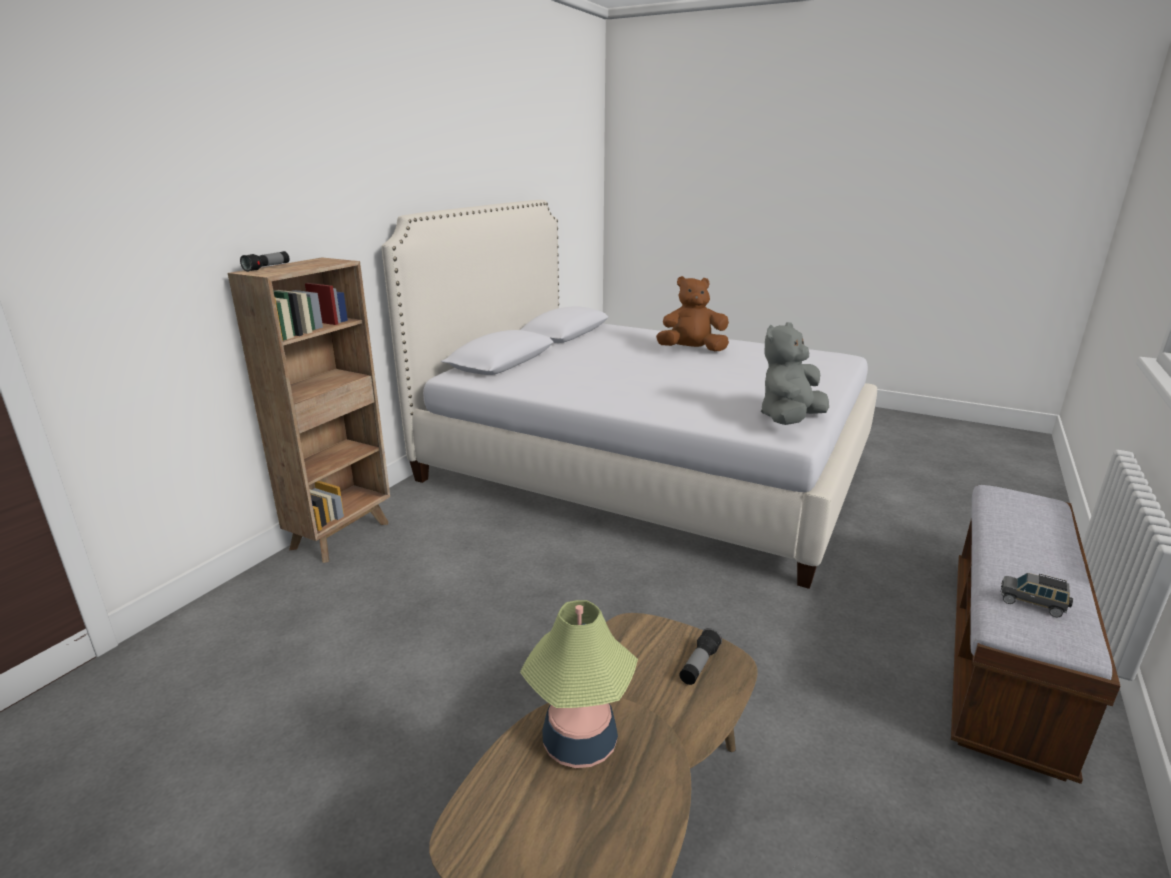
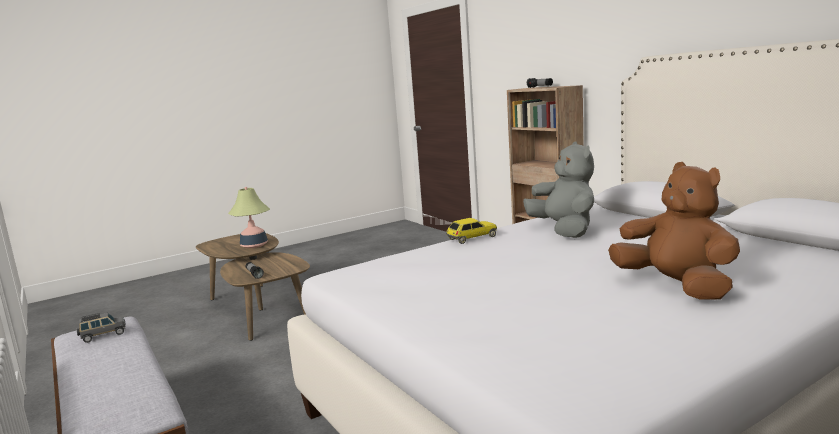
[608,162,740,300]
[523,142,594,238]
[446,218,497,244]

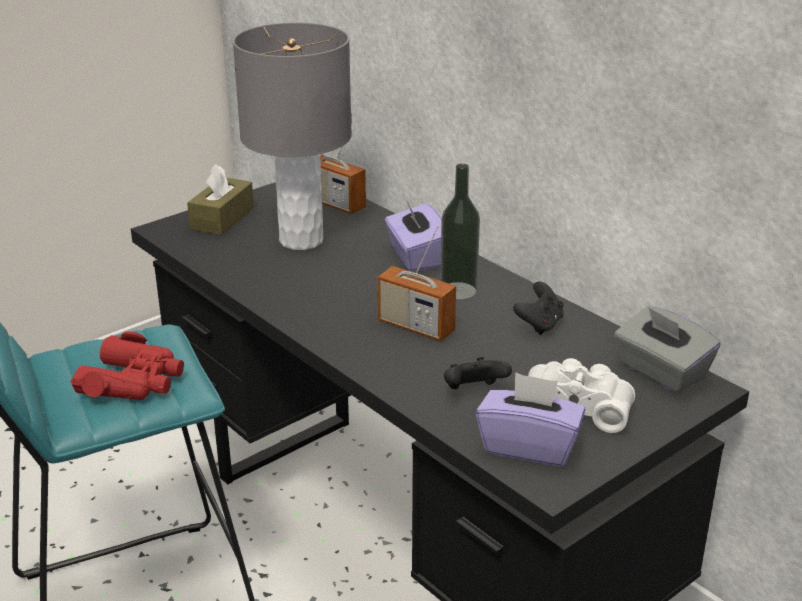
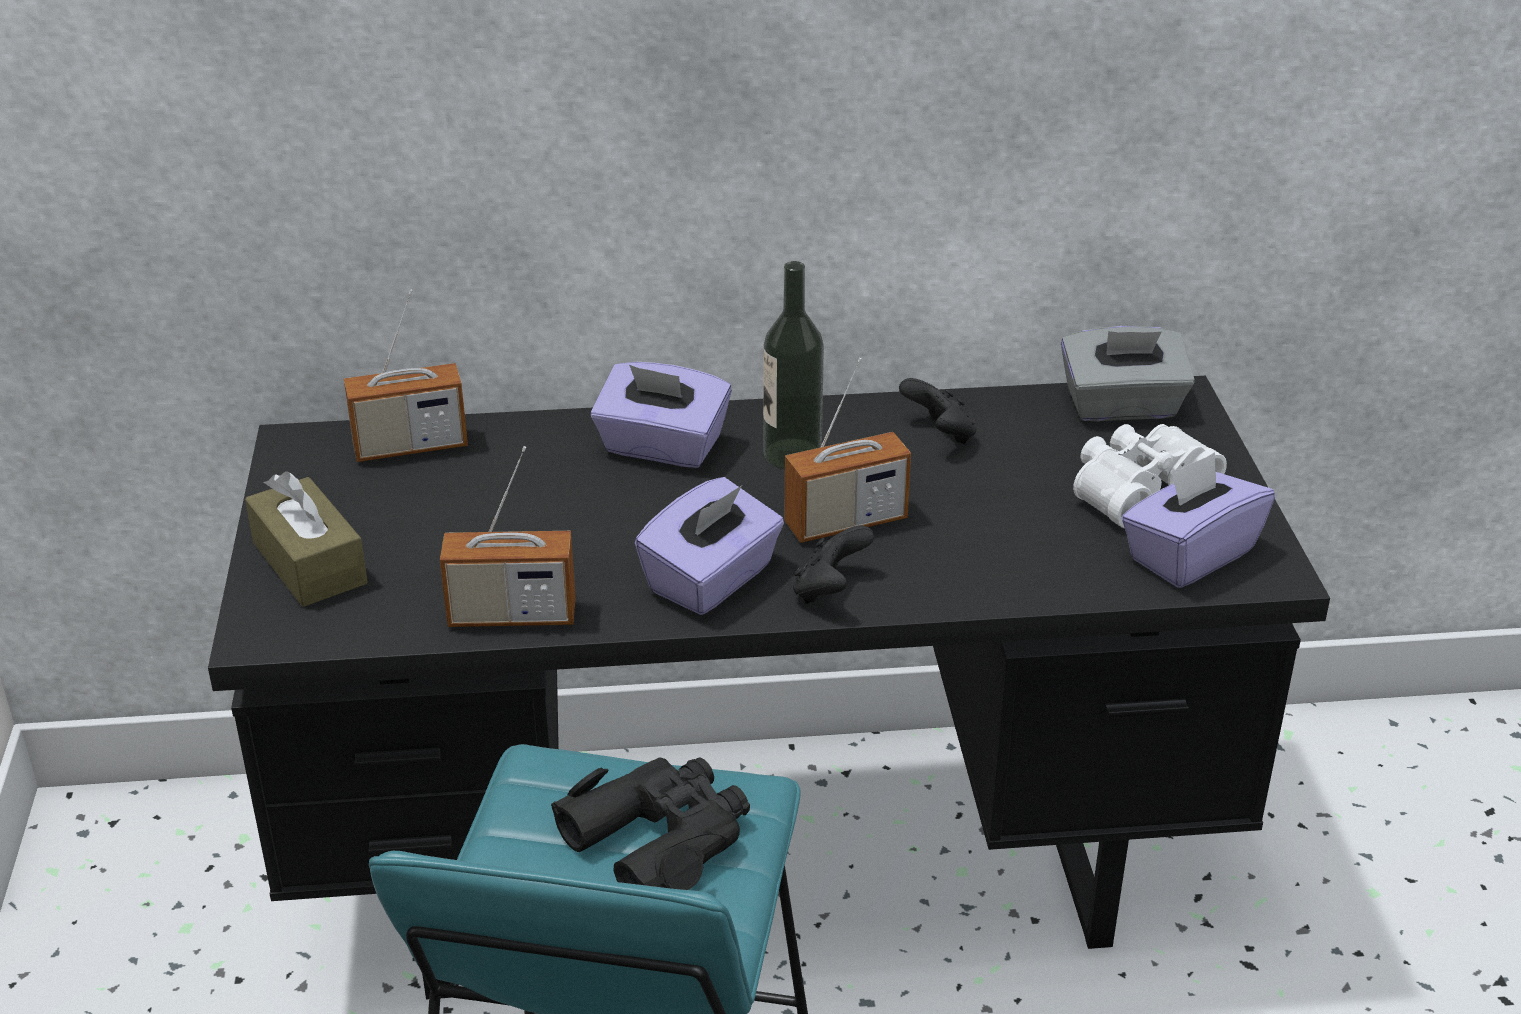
[551,757,750,890]
[233,22,352,250] (first image)
[793,526,874,604]
[440,446,576,627]
[635,477,784,615]

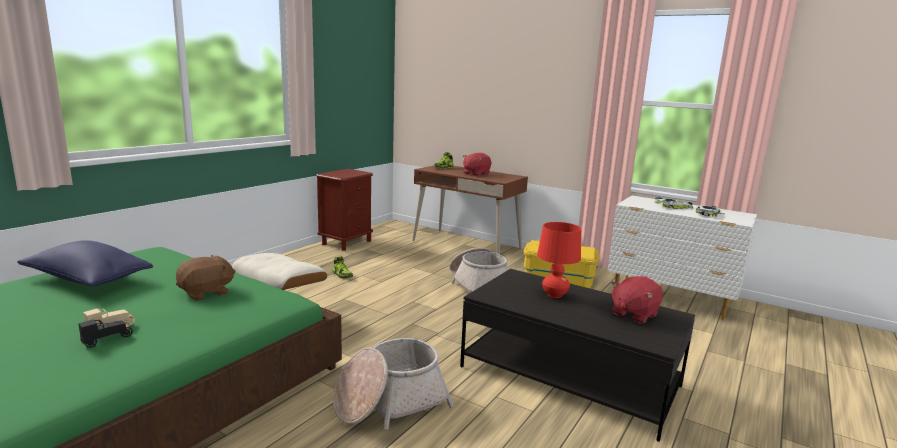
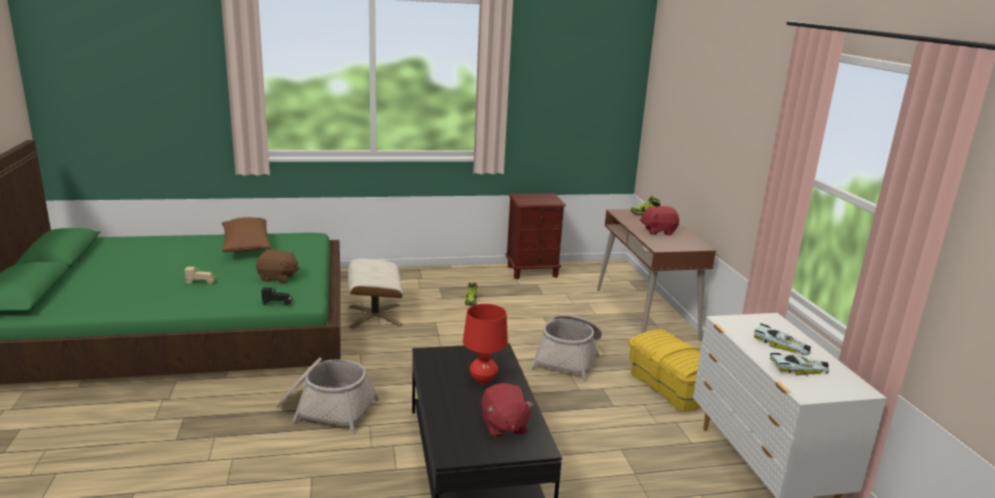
[222,217,271,252]
[261,287,293,306]
[482,383,534,438]

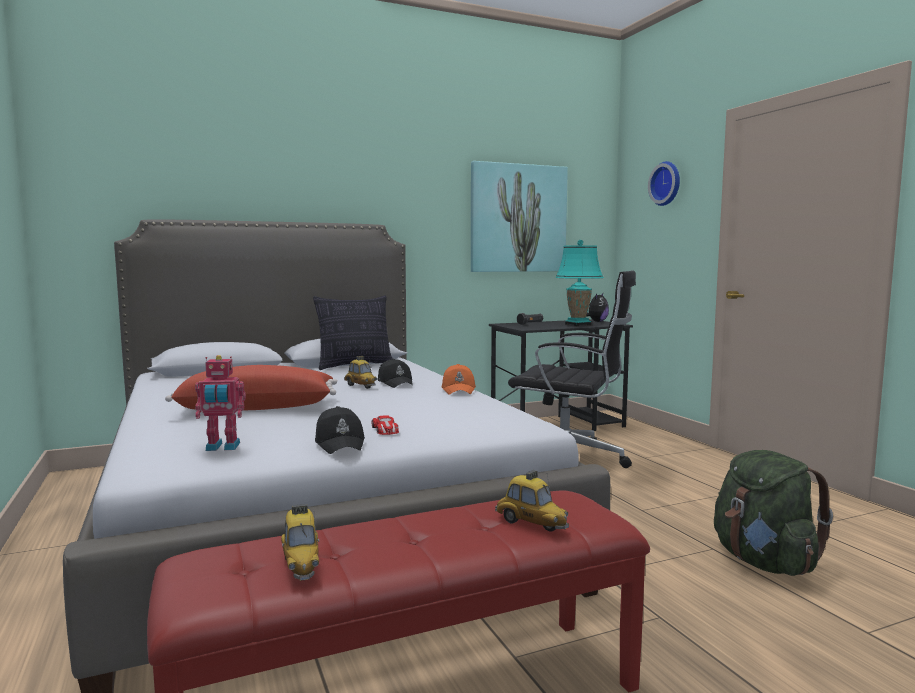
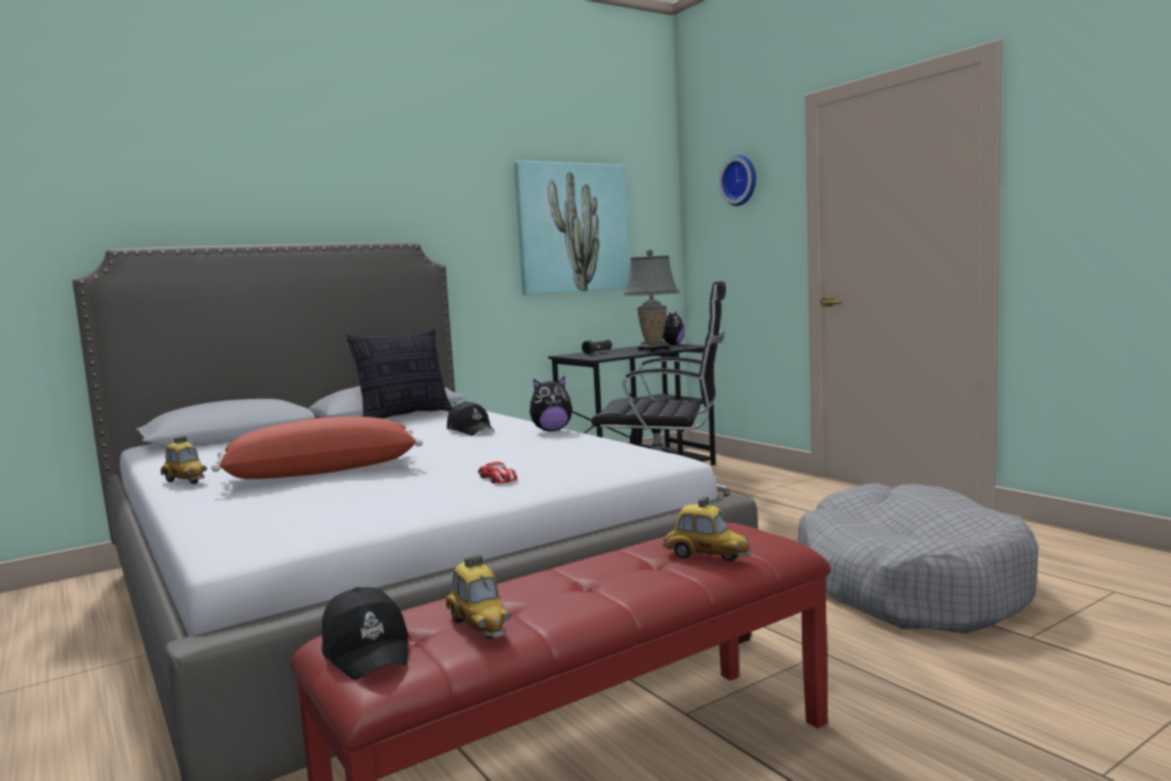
[195,355,246,451] (first image)
[321,587,409,680]
[160,436,207,484]
[530,376,573,431]
[623,250,679,351]
[799,483,1038,634]

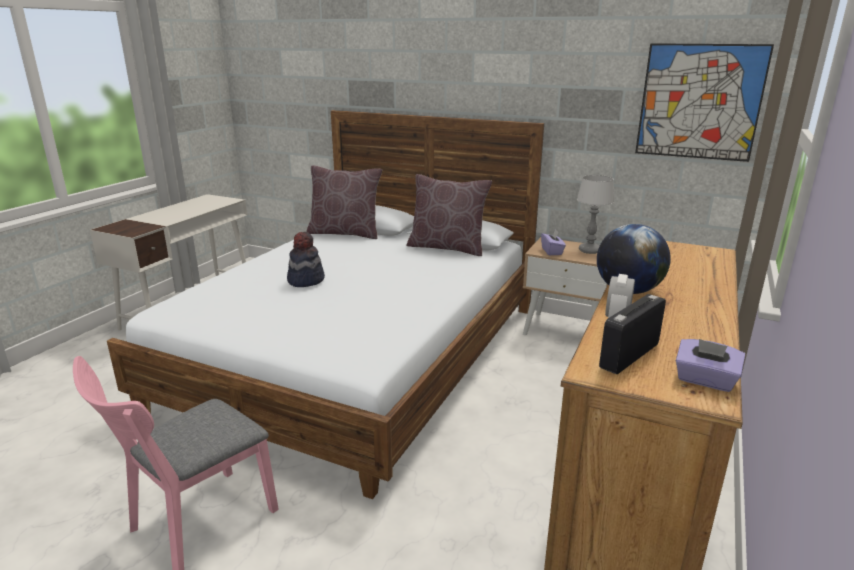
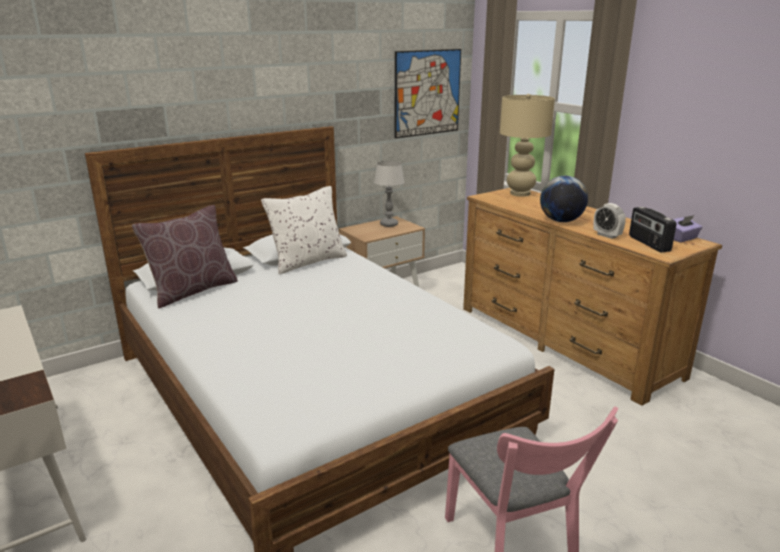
[287,232,325,287] (first image)
[261,186,347,274]
[541,230,566,255] (first image)
[500,94,555,197]

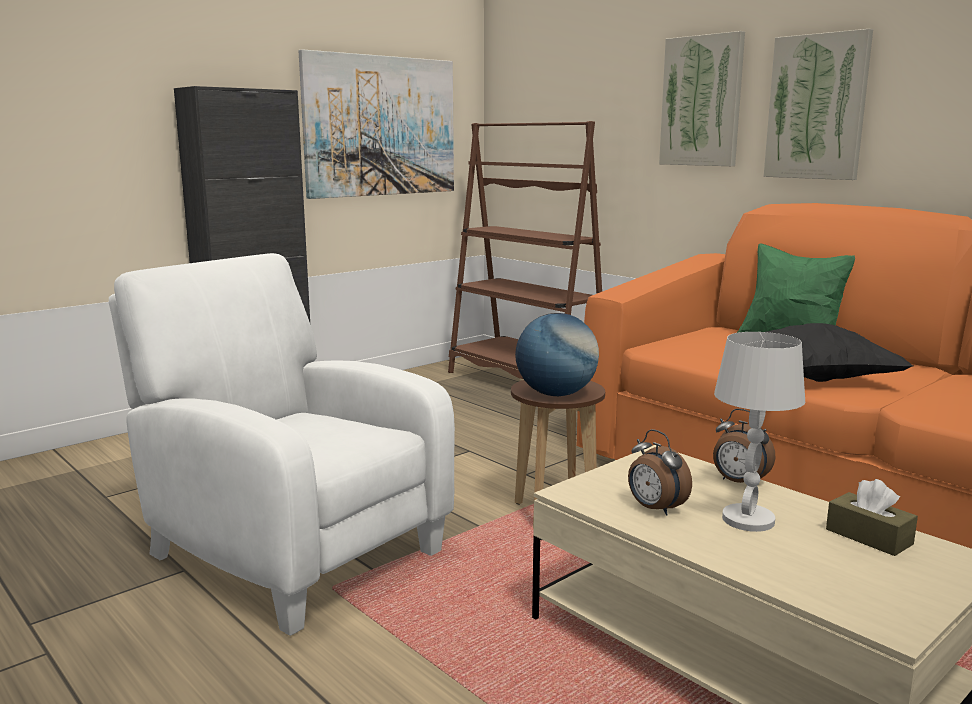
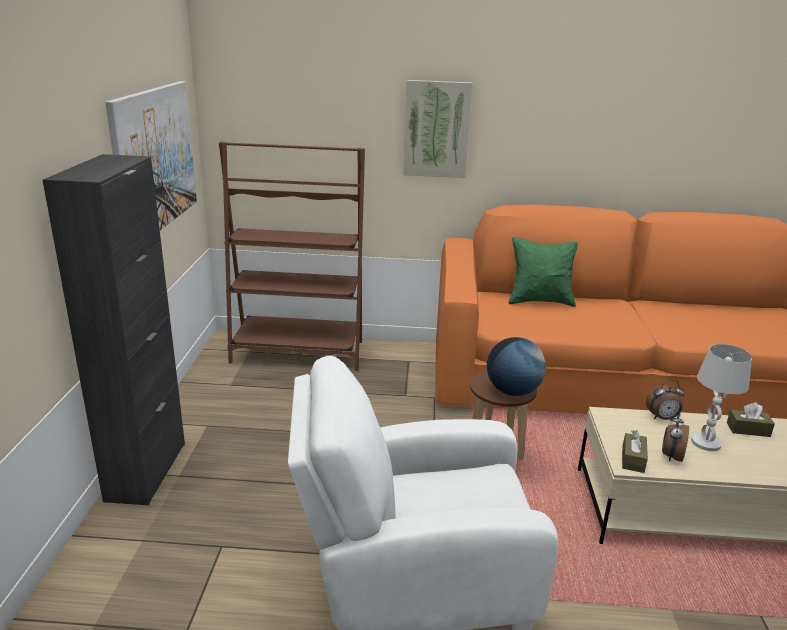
[662,413,689,462]
[764,29,873,180] (first image)
[767,323,913,382] (first image)
[622,430,648,473]

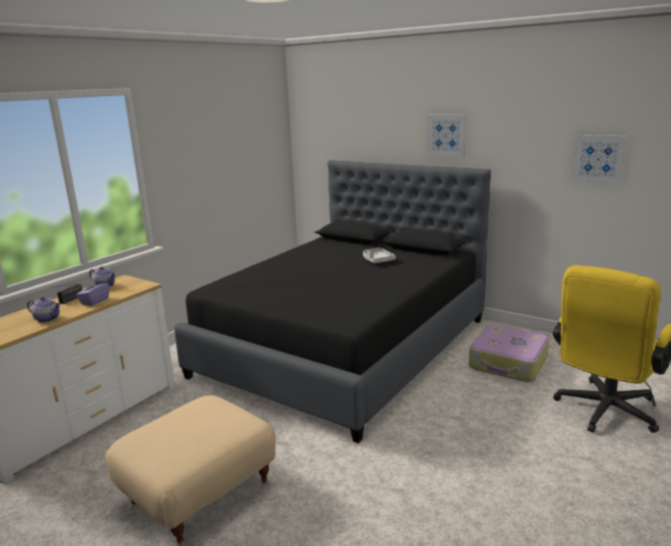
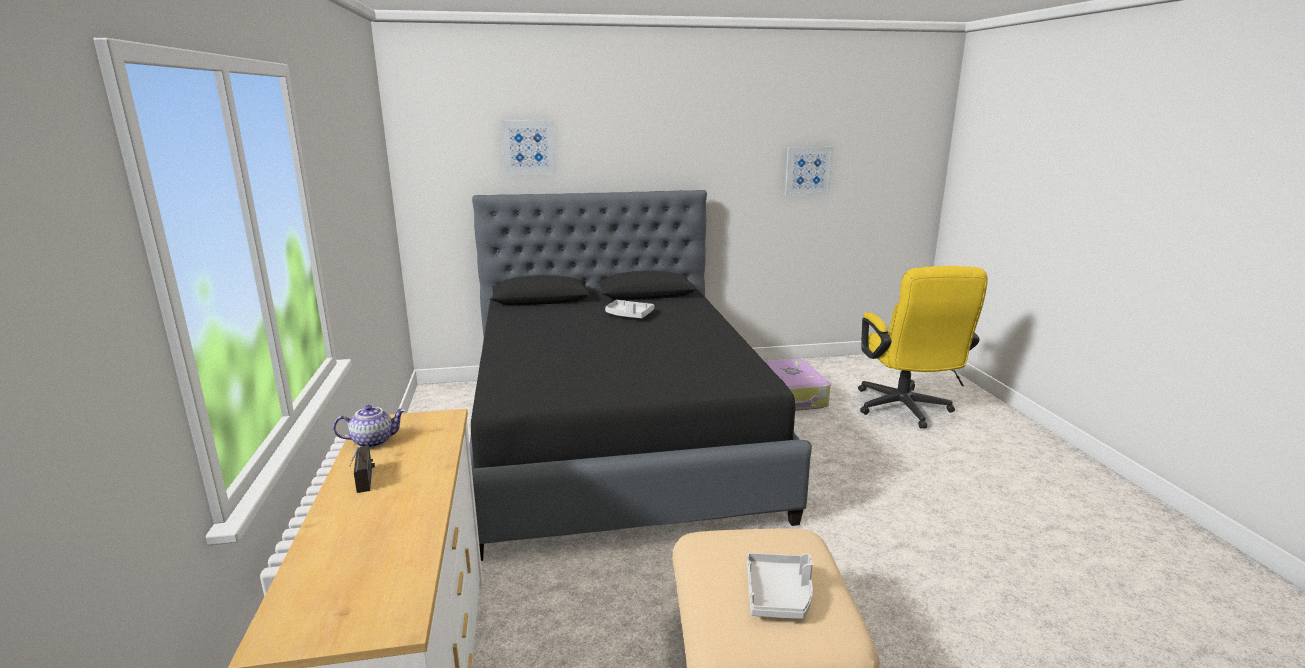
[27,297,61,323] (first image)
[76,278,109,306] (first image)
[501,121,556,174]
[747,553,813,619]

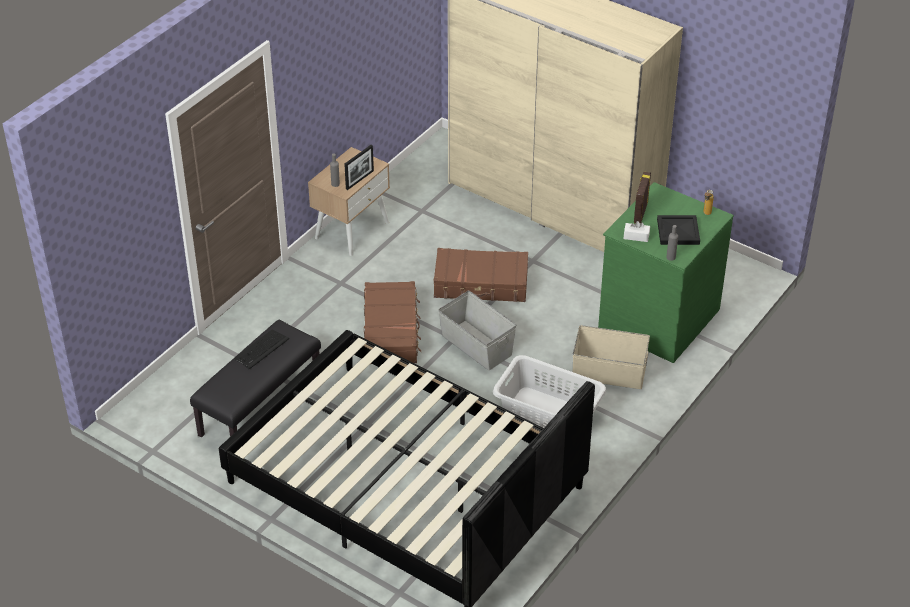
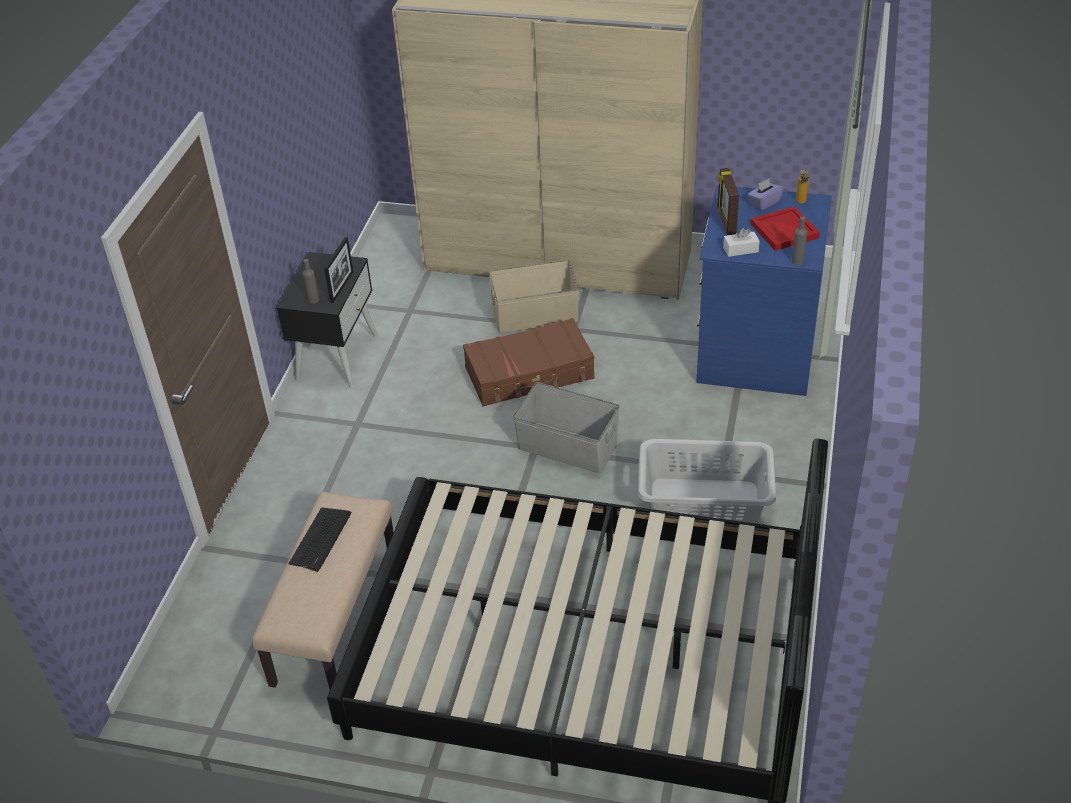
[252,491,394,689]
[277,252,378,388]
[364,281,421,363] (first image)
[489,260,579,333]
[696,185,832,396]
[750,206,820,251]
[748,179,784,211]

